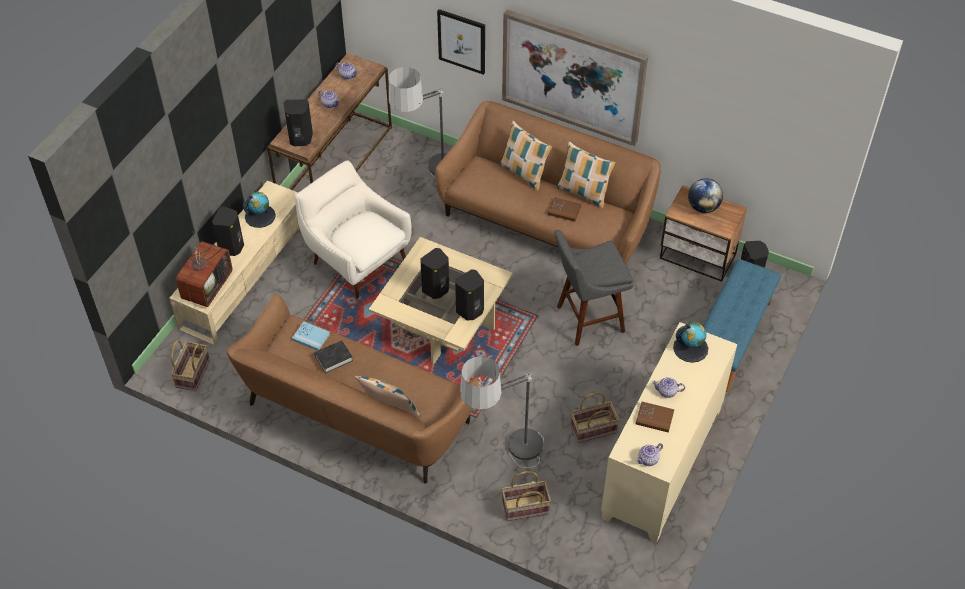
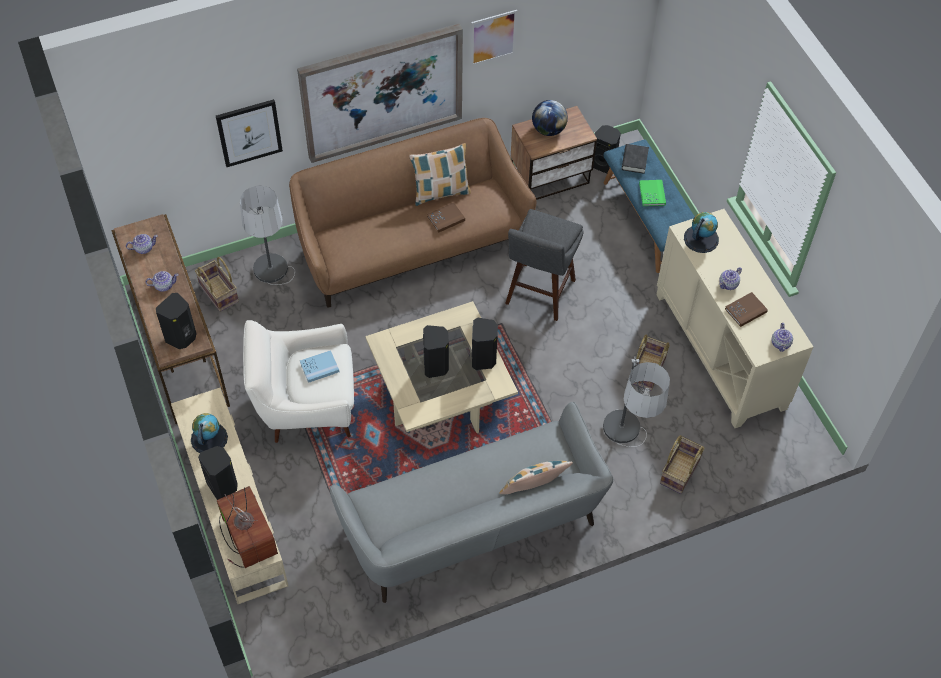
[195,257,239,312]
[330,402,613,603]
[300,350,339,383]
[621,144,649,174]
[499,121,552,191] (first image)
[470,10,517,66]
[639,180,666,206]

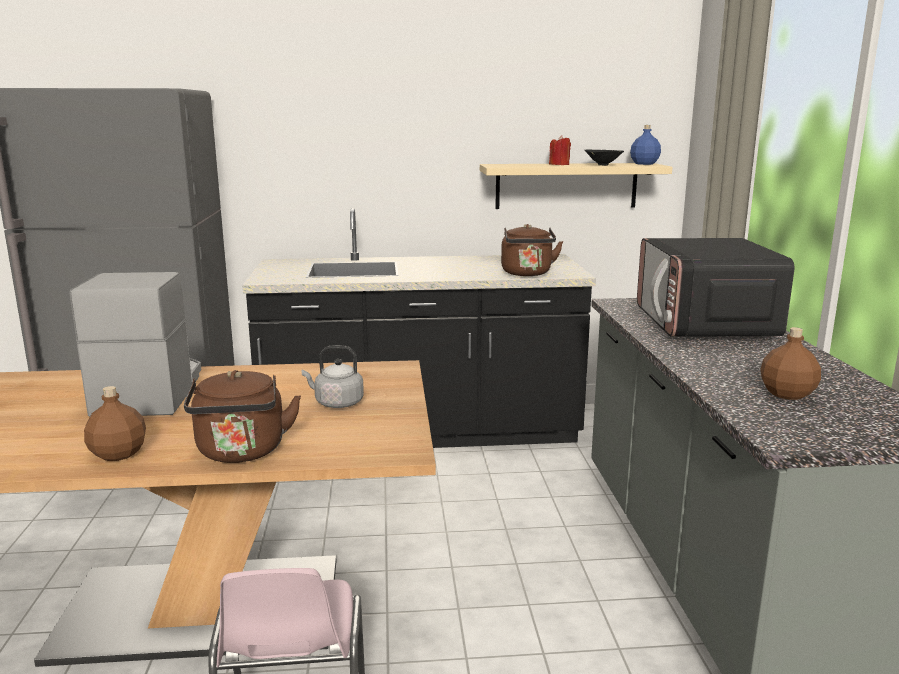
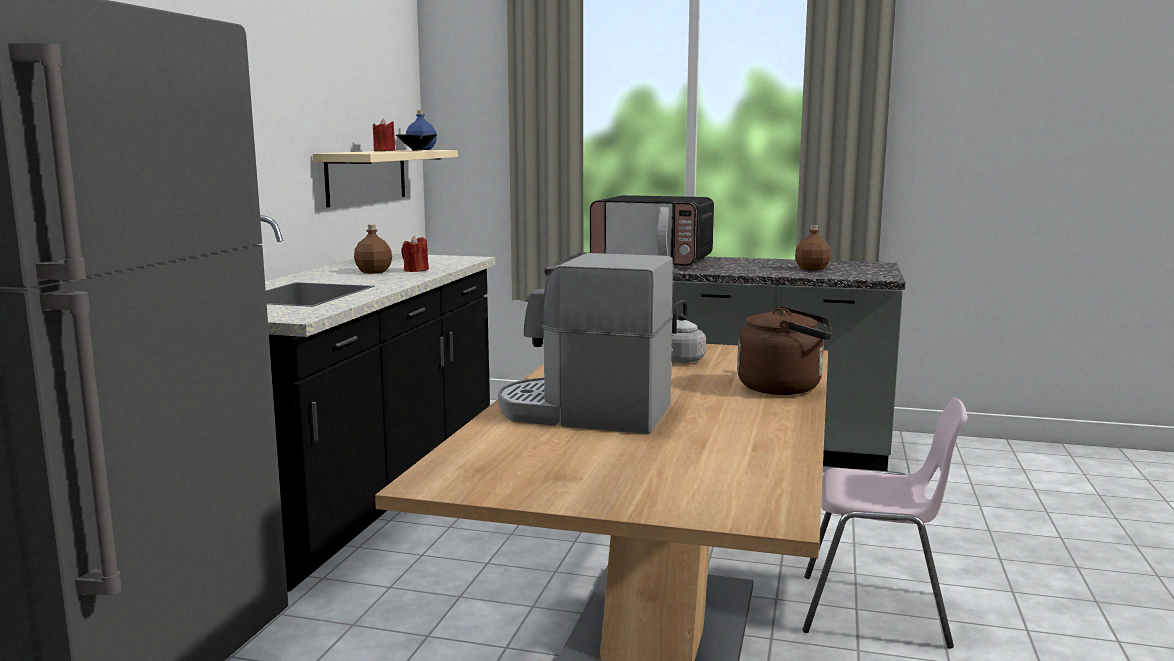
[354,224,392,274]
[501,224,563,276] (first image)
[401,236,429,272]

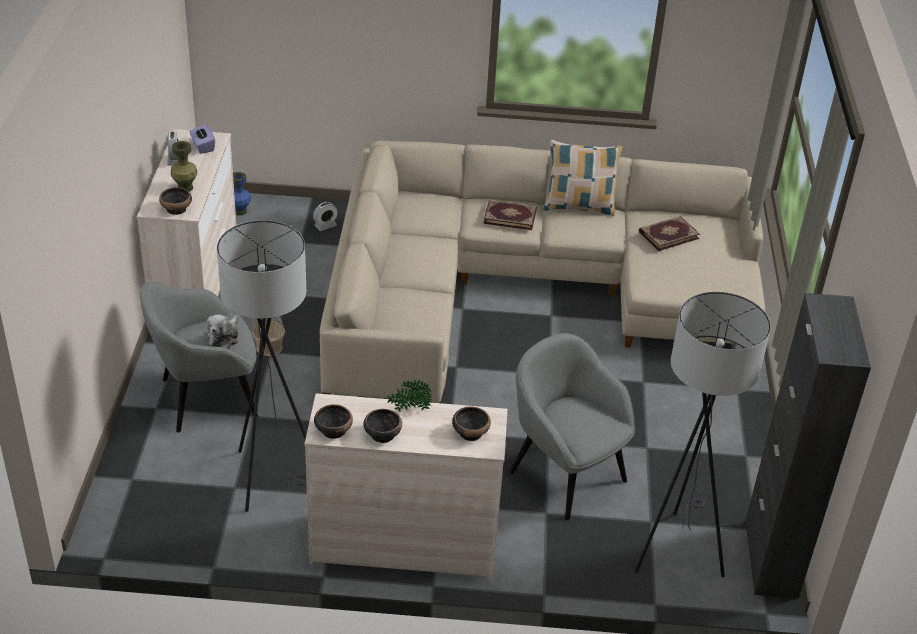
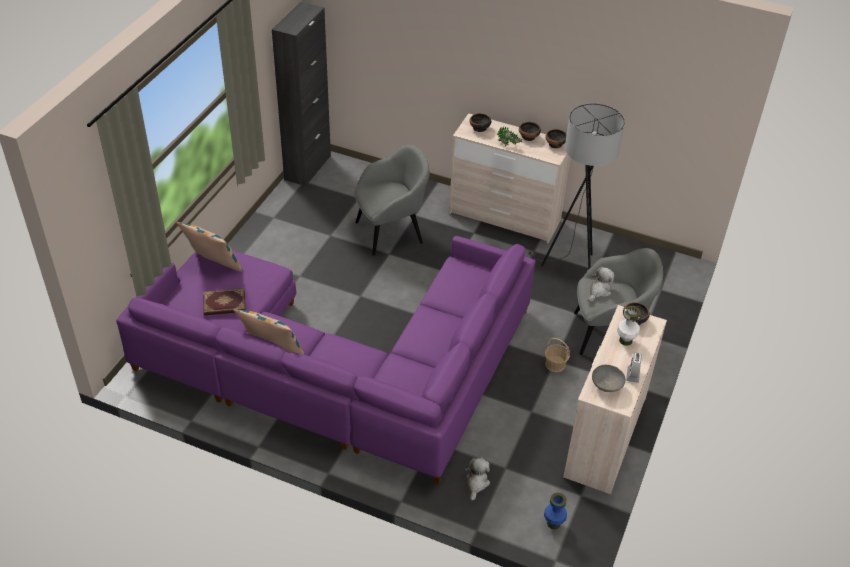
[617,306,641,346]
[592,365,626,392]
[464,457,490,501]
[116,236,536,484]
[484,200,537,230] (first image)
[354,145,430,256]
[635,292,771,577] (first image)
[176,222,243,272]

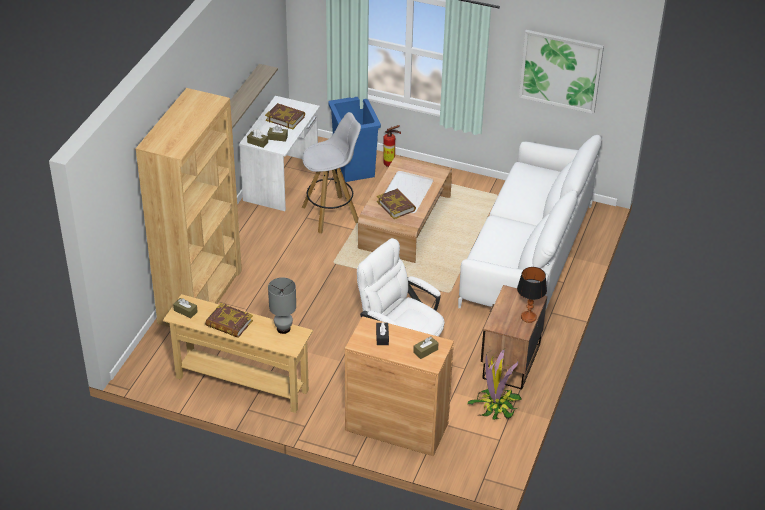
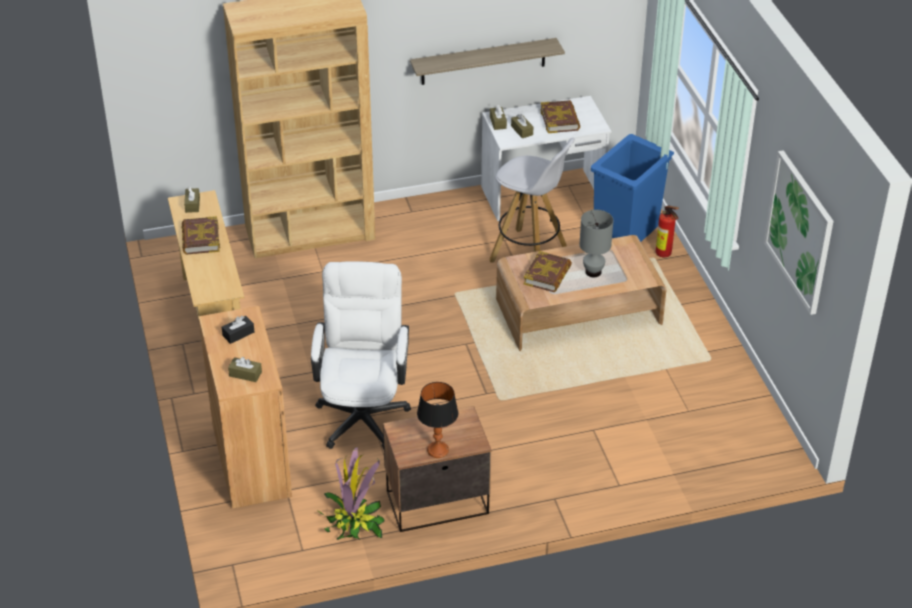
[579,210,613,277]
[458,135,602,308] (first image)

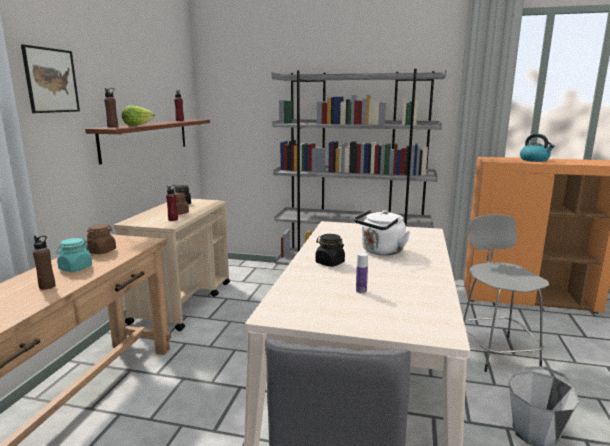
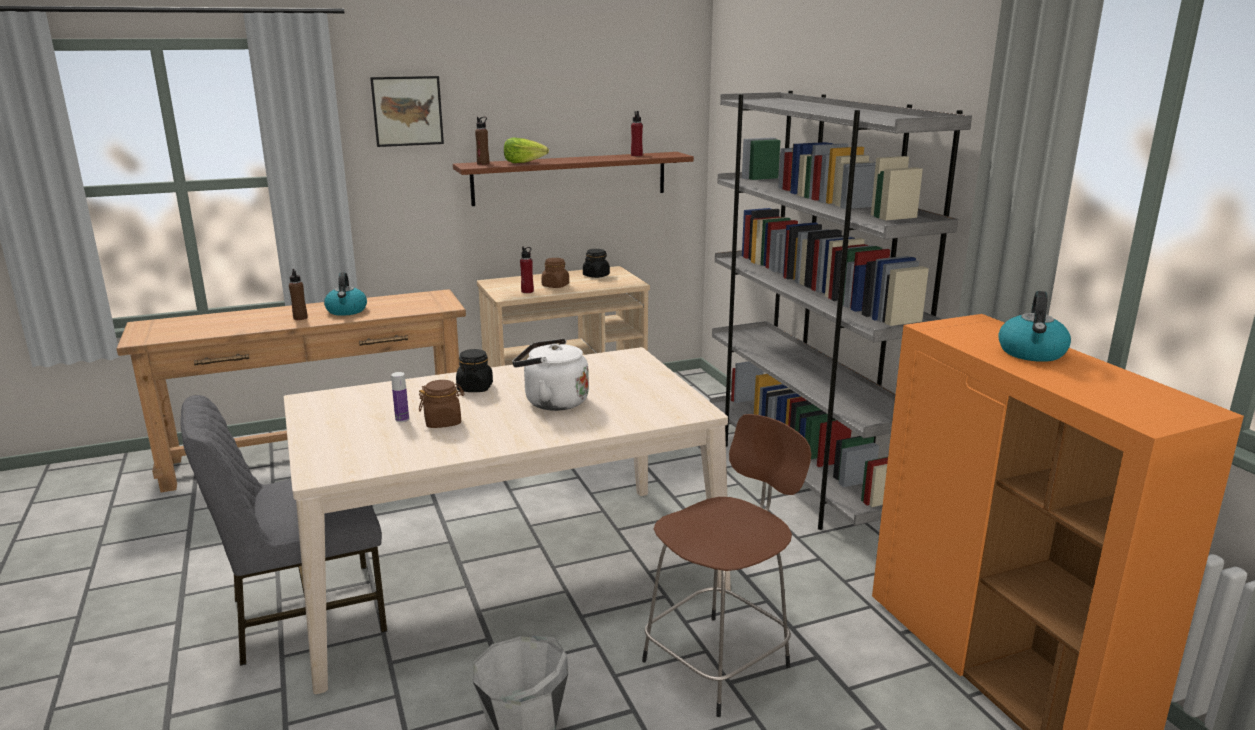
[324,272,367,316]
[419,380,465,428]
[642,414,811,717]

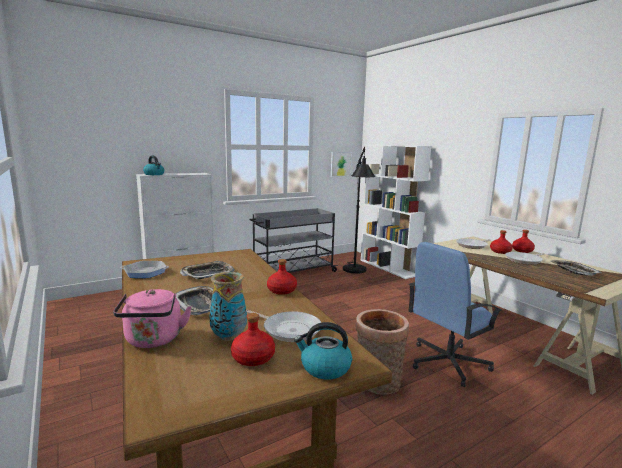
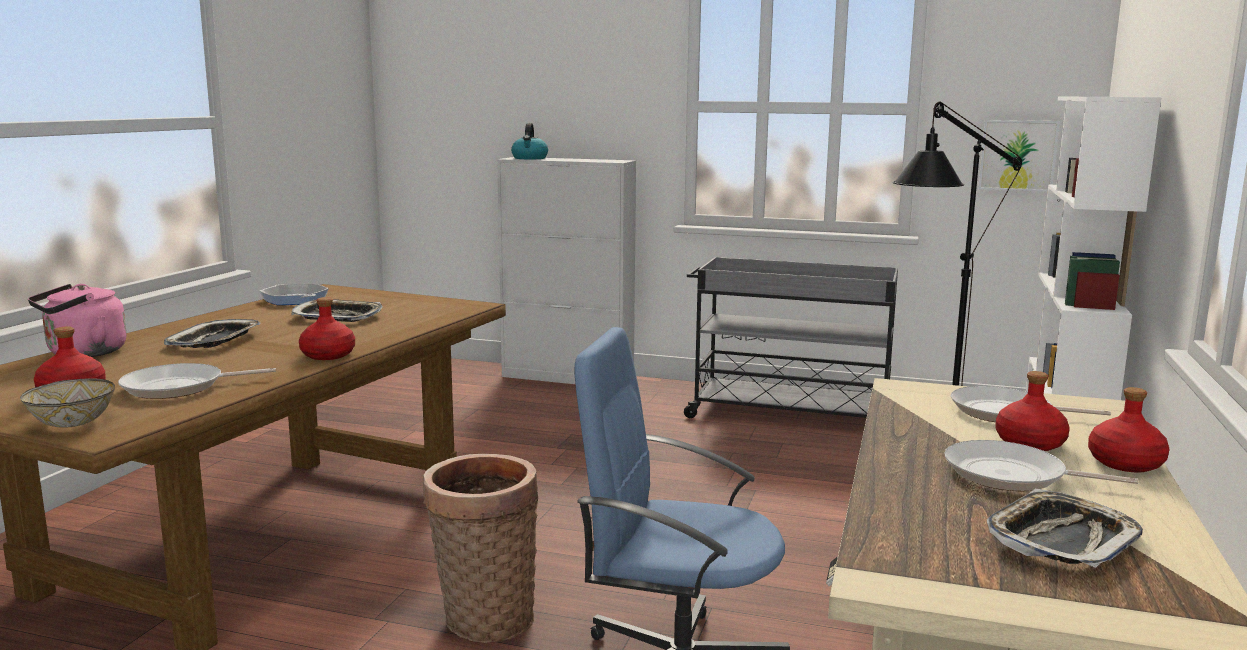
[210,272,247,341] (first image)
[118,363,276,399]
[20,378,115,428]

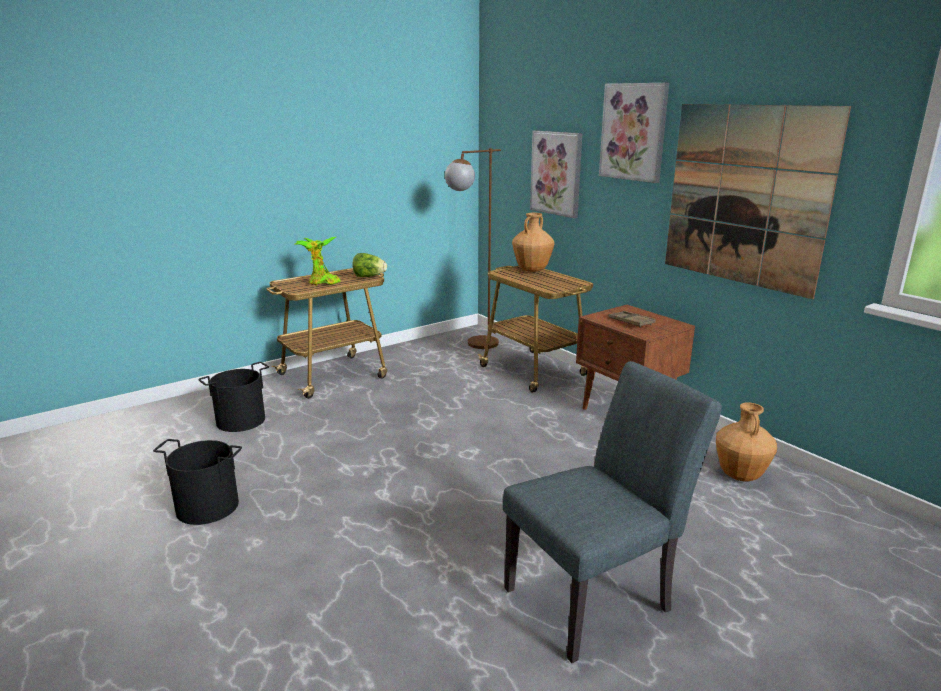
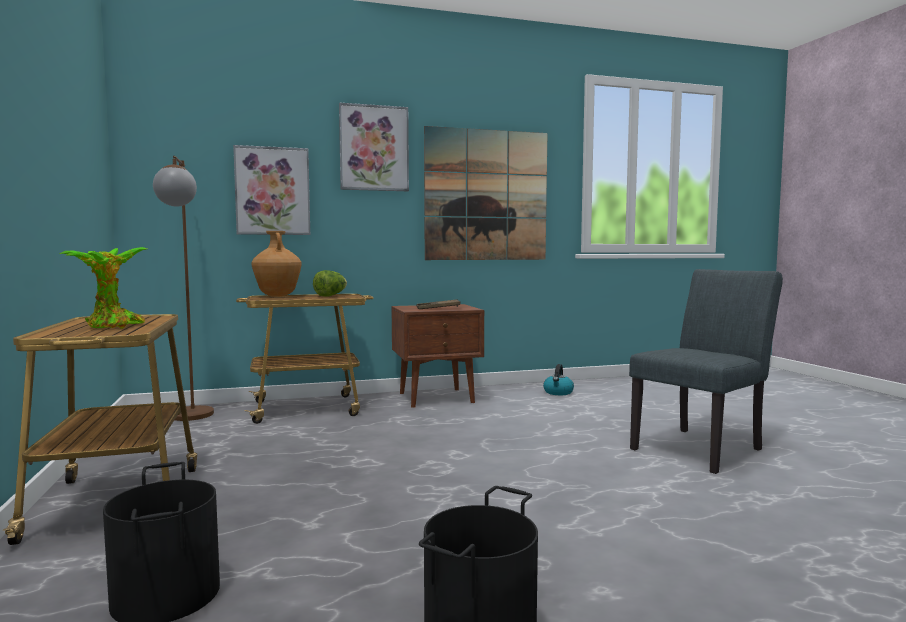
[313,270,347,297]
[629,269,783,474]
[543,364,574,395]

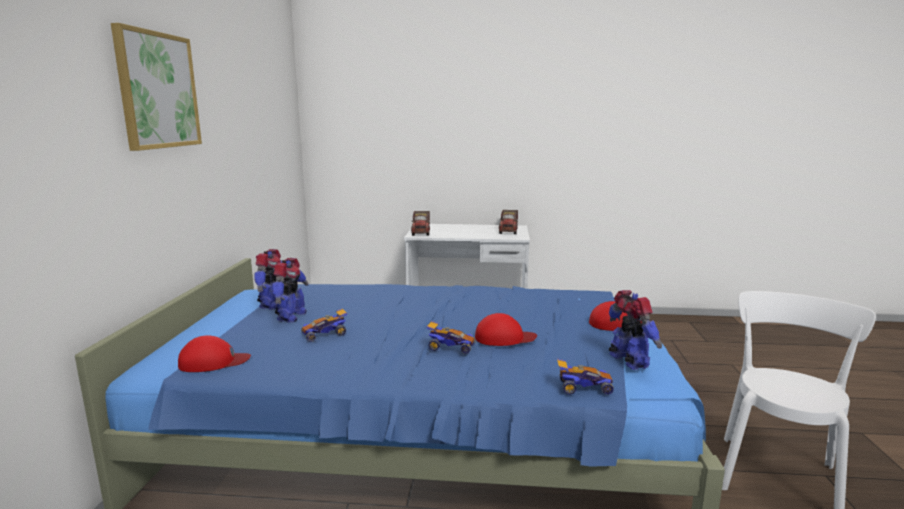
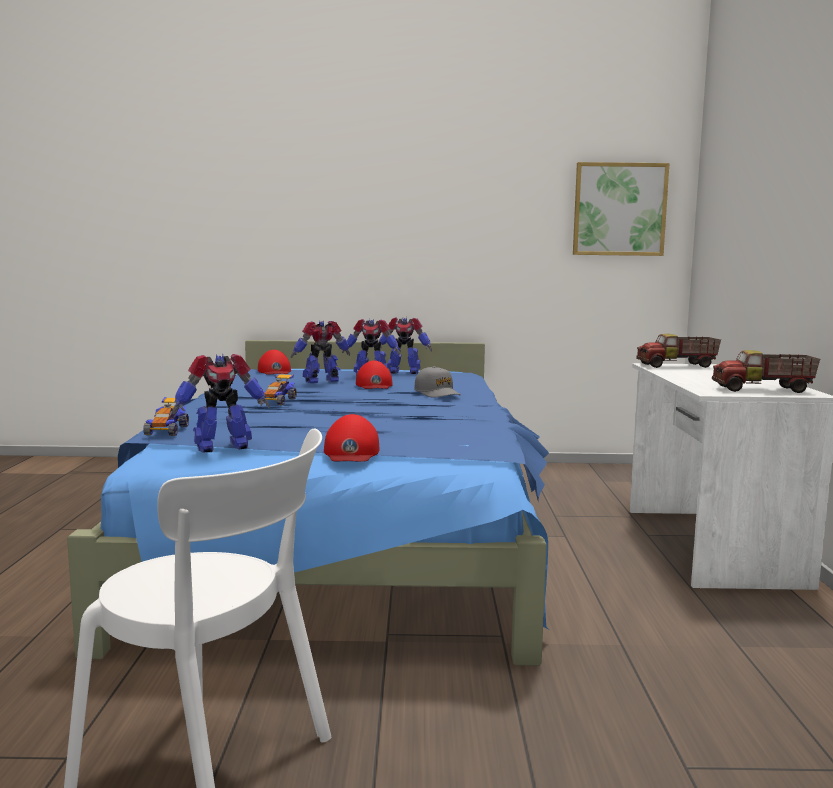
[573,162,669,256]
[291,320,350,383]
[356,360,393,389]
[414,366,460,398]

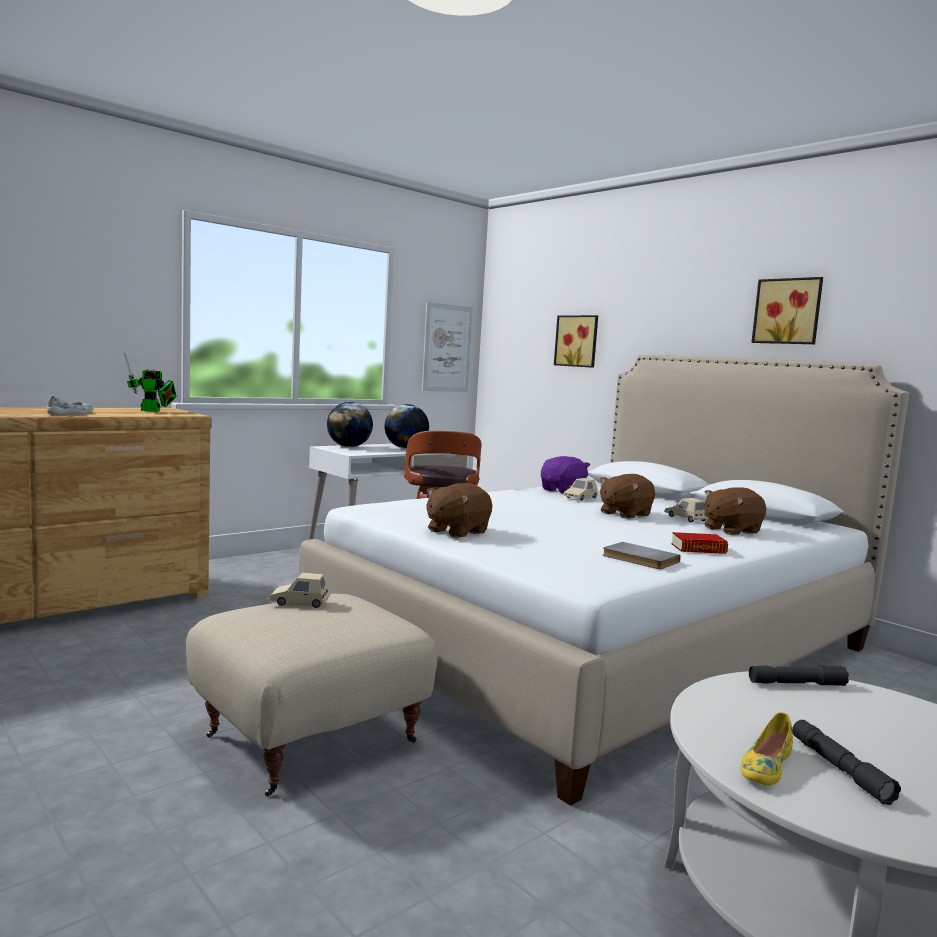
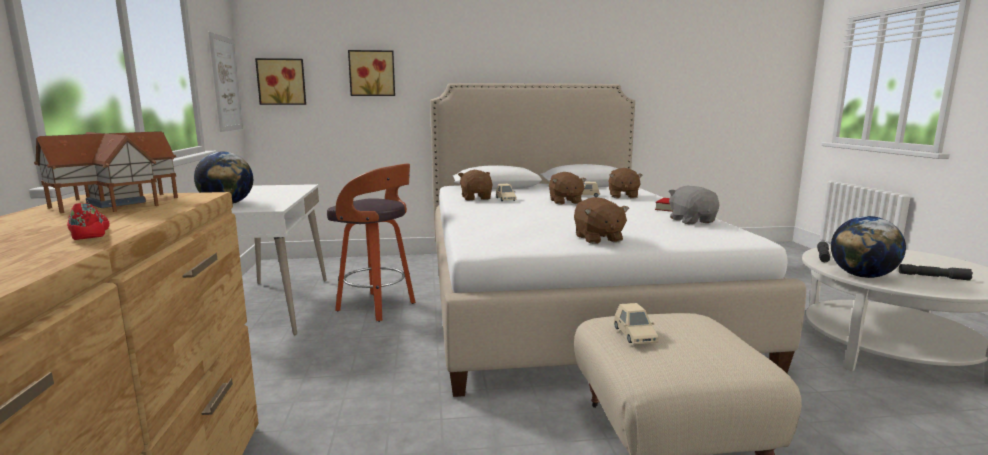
[67,203,109,240]
[34,131,178,213]
[614,303,659,344]
[831,216,906,278]
[458,170,493,200]
[668,186,720,224]
[741,712,793,786] (first image)
[255,58,306,105]

